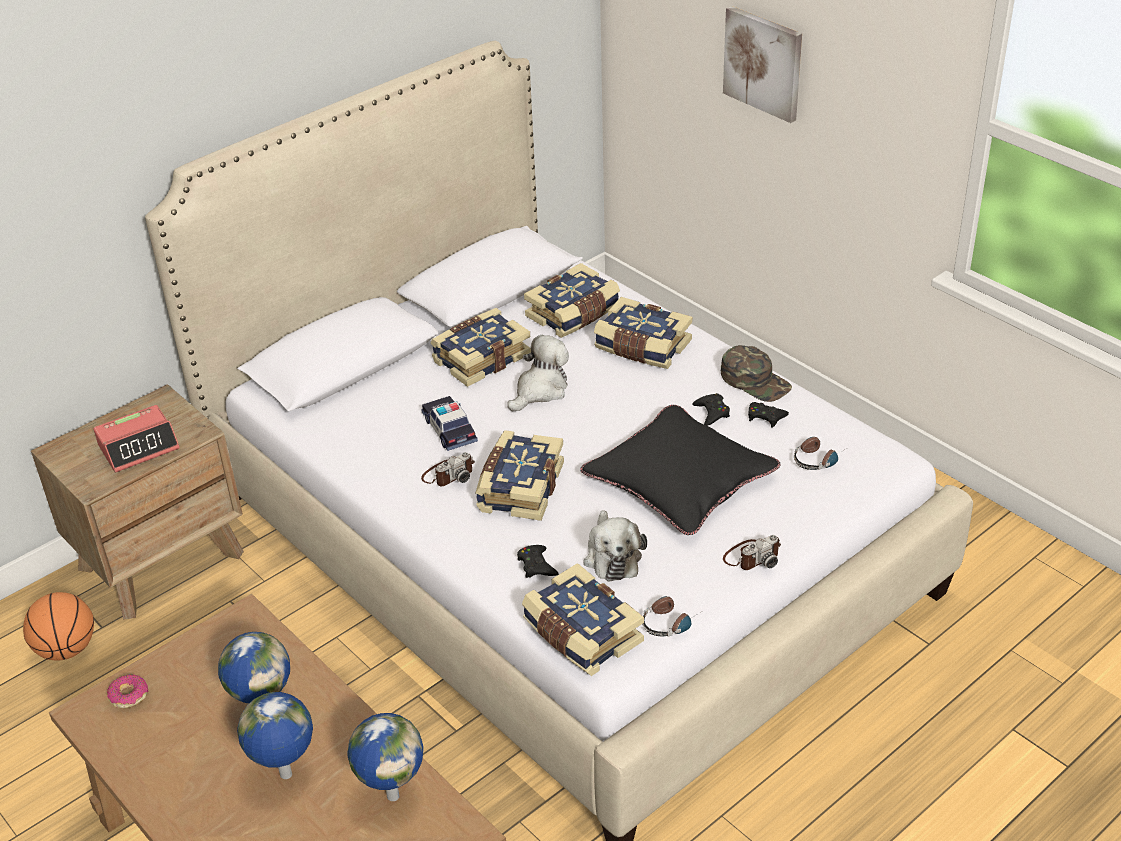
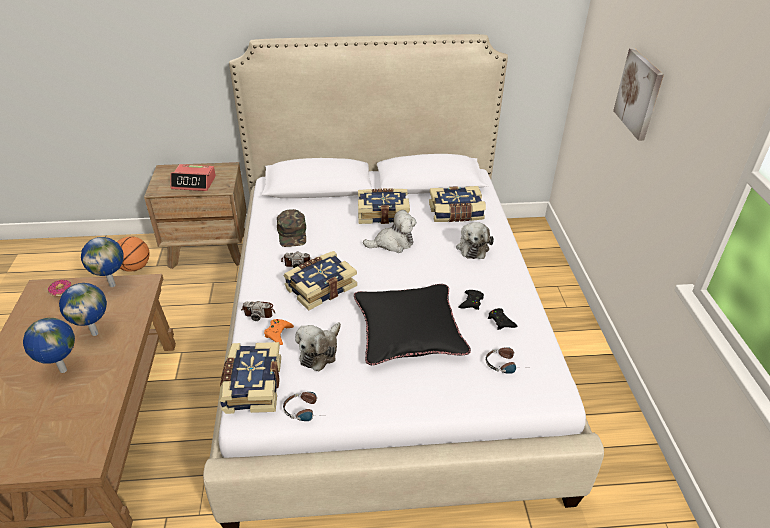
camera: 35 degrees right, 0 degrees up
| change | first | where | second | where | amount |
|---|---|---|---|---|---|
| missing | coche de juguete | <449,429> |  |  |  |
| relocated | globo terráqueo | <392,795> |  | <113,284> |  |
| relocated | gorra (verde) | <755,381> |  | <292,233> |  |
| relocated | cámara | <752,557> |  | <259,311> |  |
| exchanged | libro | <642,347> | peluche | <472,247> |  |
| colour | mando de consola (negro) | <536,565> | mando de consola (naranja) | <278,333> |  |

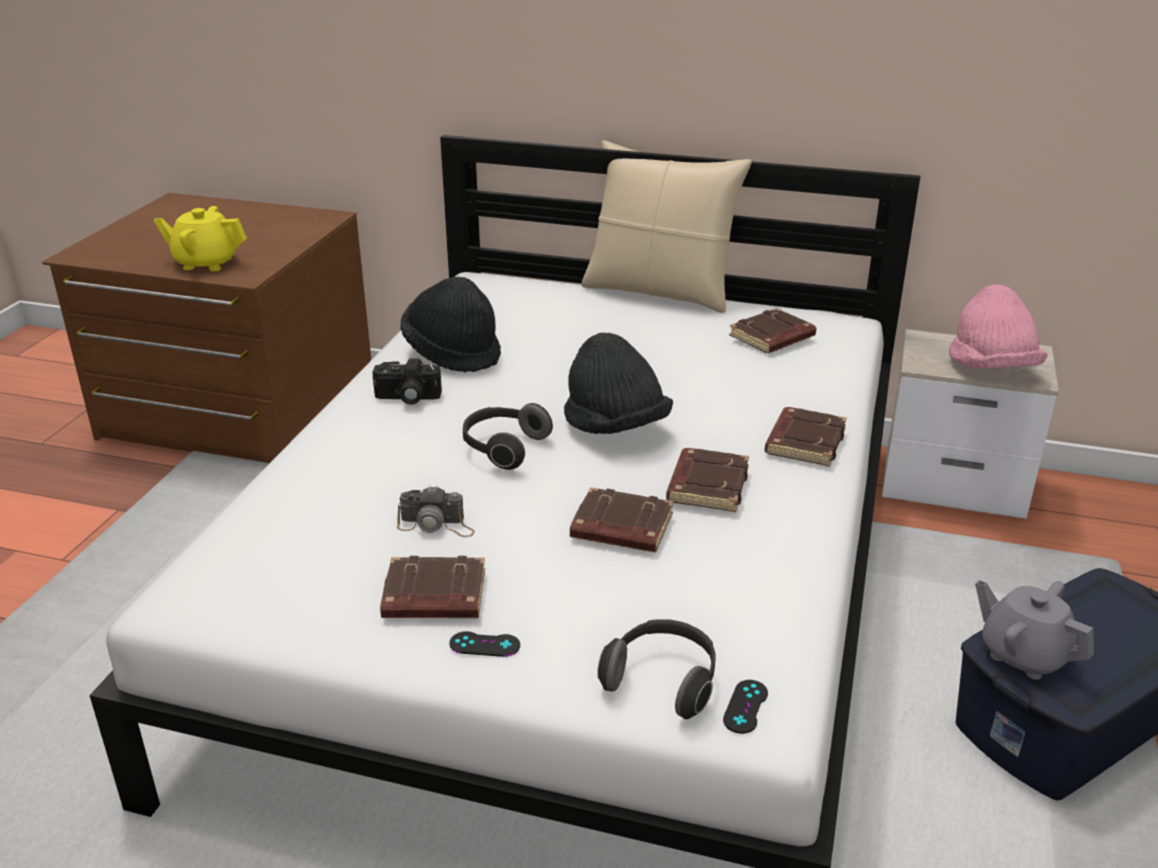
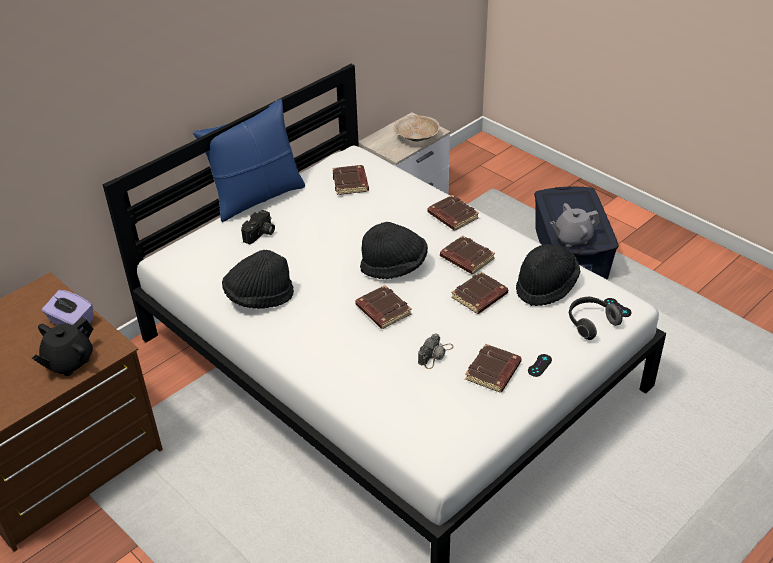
camera: 60 degrees left, 10 degrees up
| change | first | where | second | where | amount |
|---|---|---|---|---|---|
| appeared |  |  | caja de pañuelos (morado) | <71,322> |  |
| appeared |  |  | sombrero (negro) | <546,287> |  |
| relocated | cámara | <407,398> |  | <260,234> |  |
| exchanged | auriculares | <503,448> | libro (marrón) | <382,310> |  |
| exchanged | sombrero (rosa) | <991,368> | cuenco (beis) | <416,137> |  |
| colour | tetera (amarillo) | <206,263> | tetera (negro) | <69,362> |  |
| colour | cojín (beis) | <659,291> | cojín (azul) | <257,197> |  |

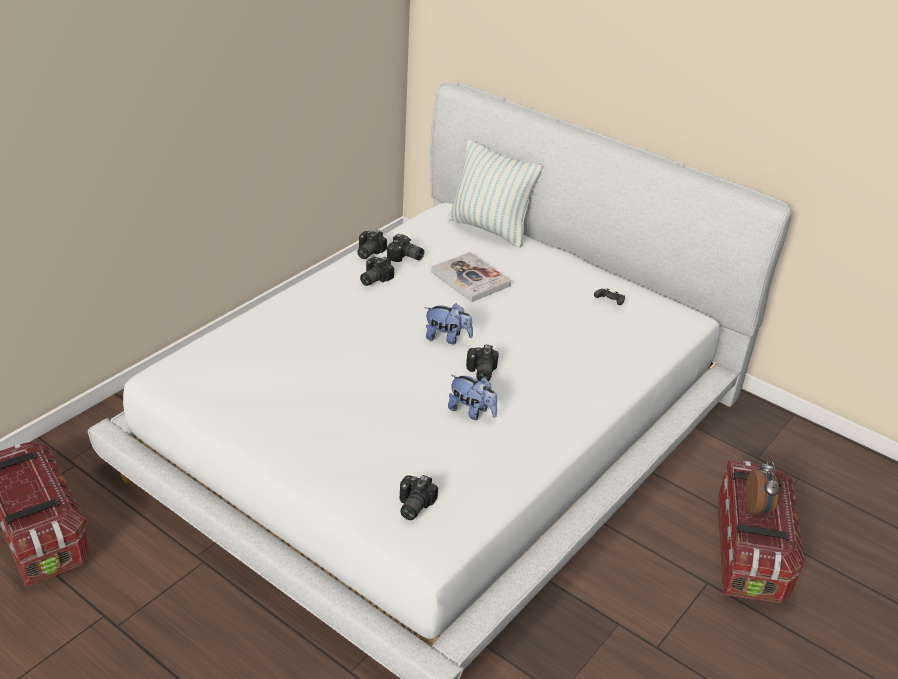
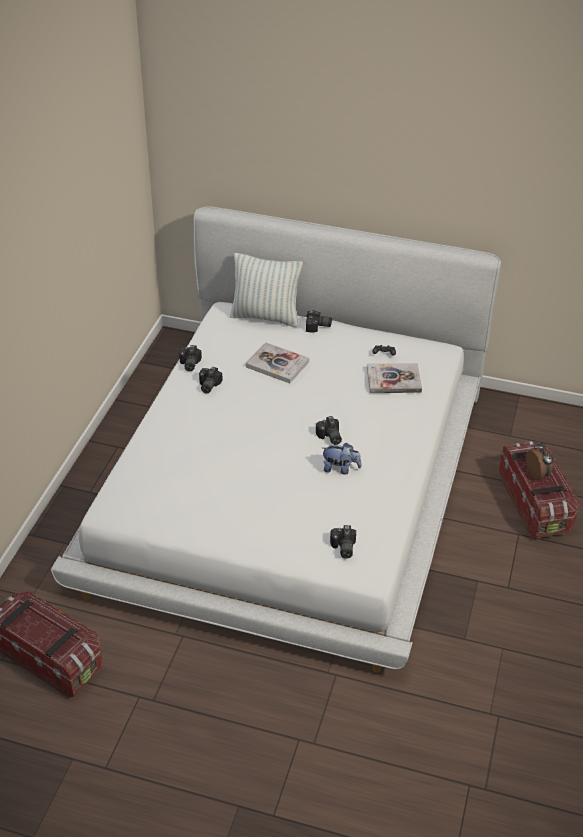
camera: 20 degrees left, 5 degrees up
| change | first | where | second | where | amount |
|---|---|---|---|---|---|
| missing | peluche | <447,338> |  |  |  |
| appeared |  |  | libro | <393,380> |  |
| relocated | cámara | <405,257> |  | <318,327> |  |

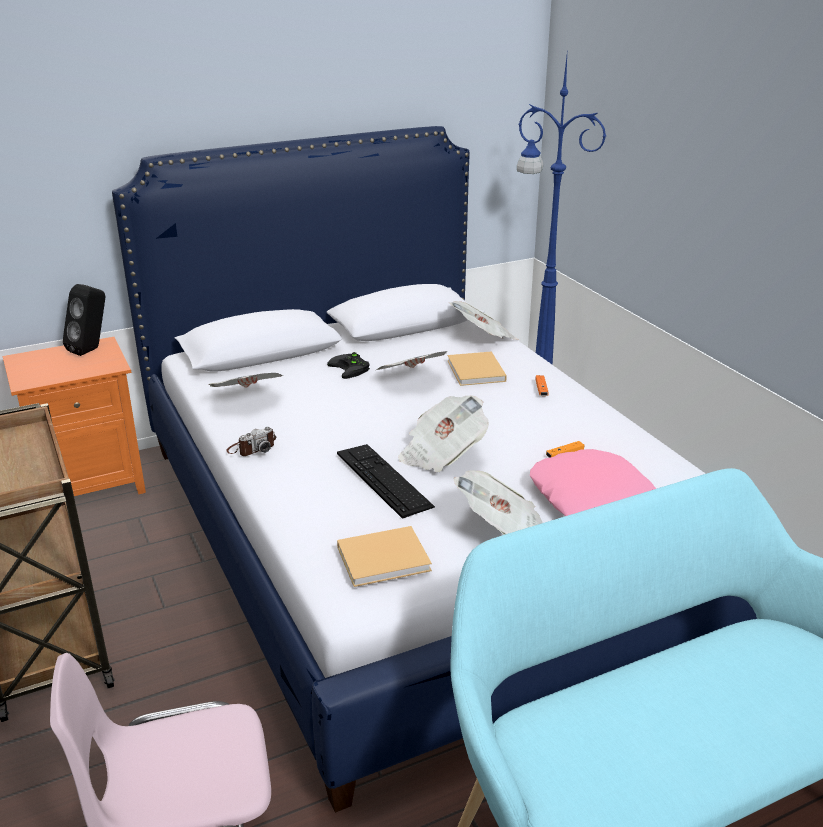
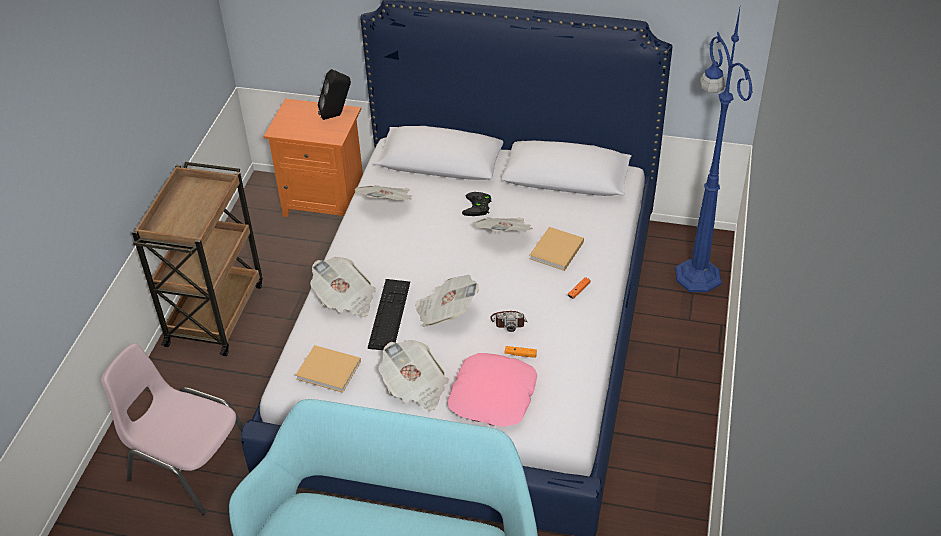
camera: 40 degrees right, 15 degrees up
| change | first | where | second | where | amount |
|---|---|---|---|---|---|
| relocated | cámara | <252,448> |  | <509,321> |  |
| relocated | periódico | <483,338> |  | <345,299> |  |

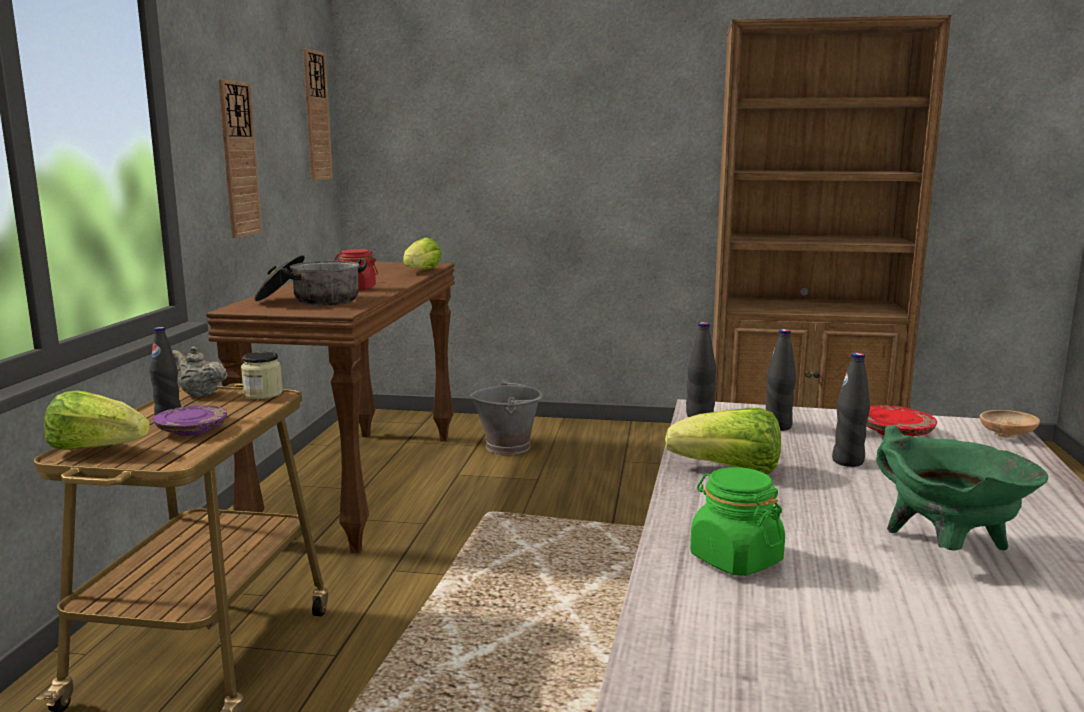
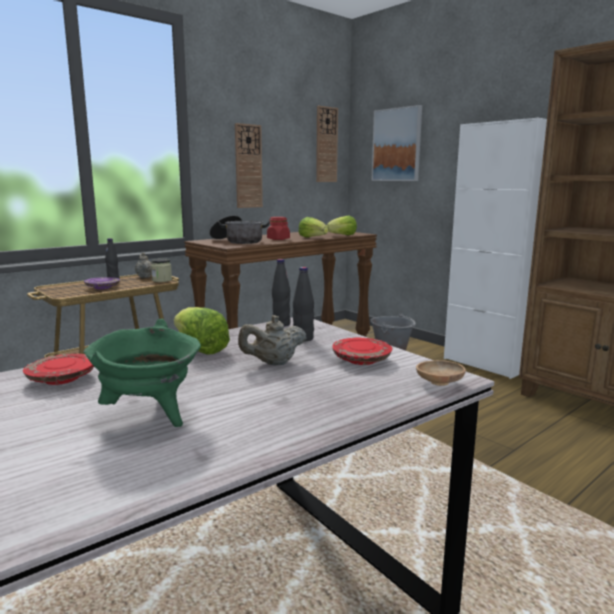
camera: 40 degrees right, 0 degrees up
| change | first | where | second | where | amount |
|---|---|---|---|---|---|
| appeared |  |  | cuadro | <397,145> |  |
| appeared |  |  | armario (blanco) | <484,364> |  |
| relocated | lechuga | <97,449> |  | <313,238> |  |
| exchanged | tarro (verde) | <735,559> | plato (rojo) | <61,379> |  |
| exchanged | botella (negro) | <848,461> | tetera (beis) | <273,363> |  |

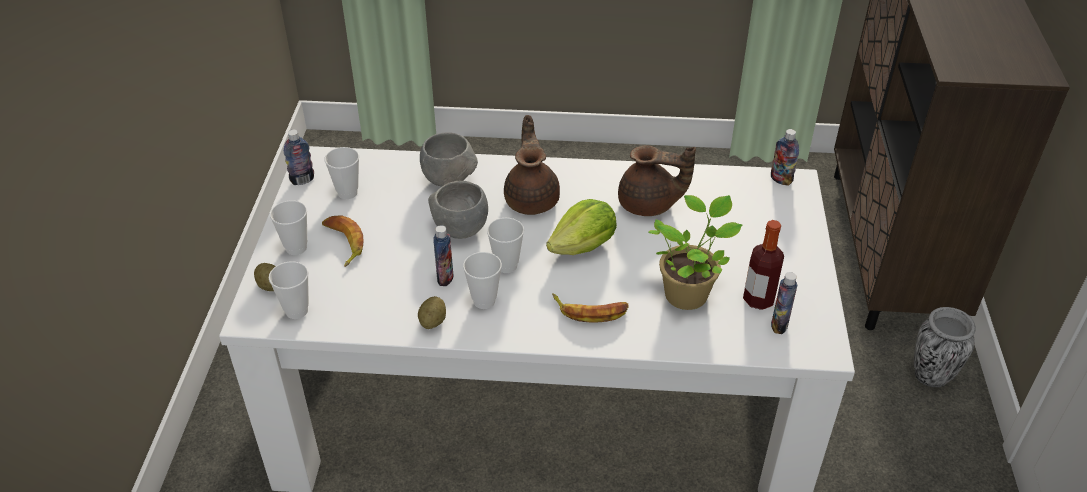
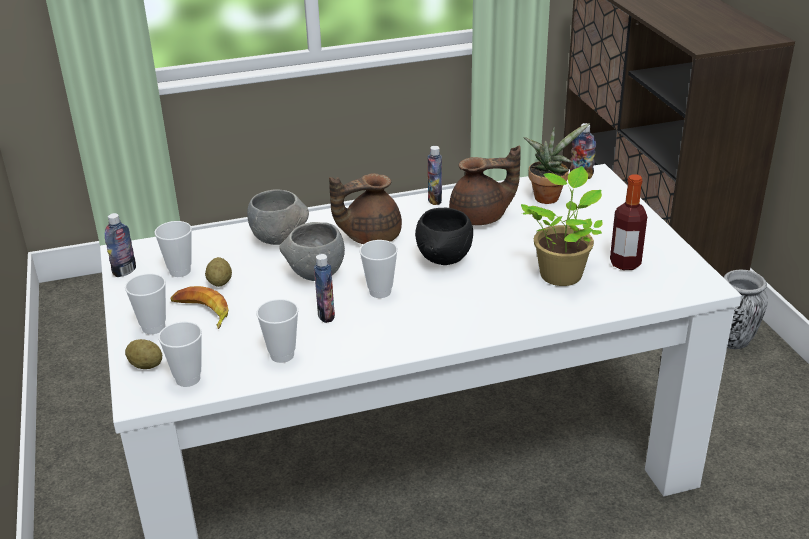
camera: 20 degrees left, 10 degrees down
| change | first | where | second | where | amount |
|---|---|---|---|---|---|
| missing | plátano | <590,311> |  |  |  |
| appeared |  |  | planta en maceta | <548,196> |  |
| relocated | patata | <433,321> |  | <220,282> |  |
| relocated | taza | <484,301> |  | <282,355> |  |
| relocated | botella | <779,325> |  | <435,200> |  |
| exchanged | lechuga | <584,247> | cuenco (negro) | <443,261> |  |
| spun | tetera (marrón) | <532,199> |  | <369,236> | 90 degrees counterclockwise |

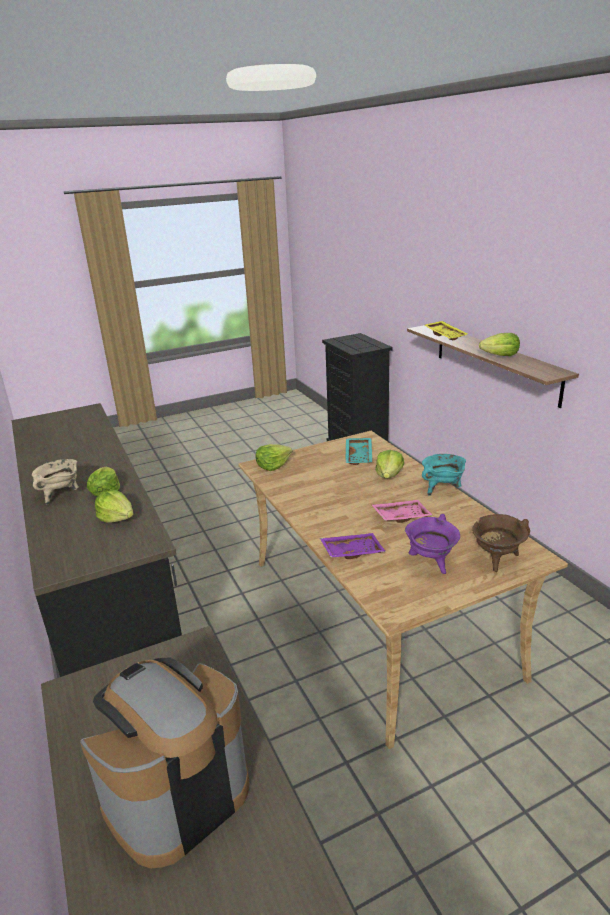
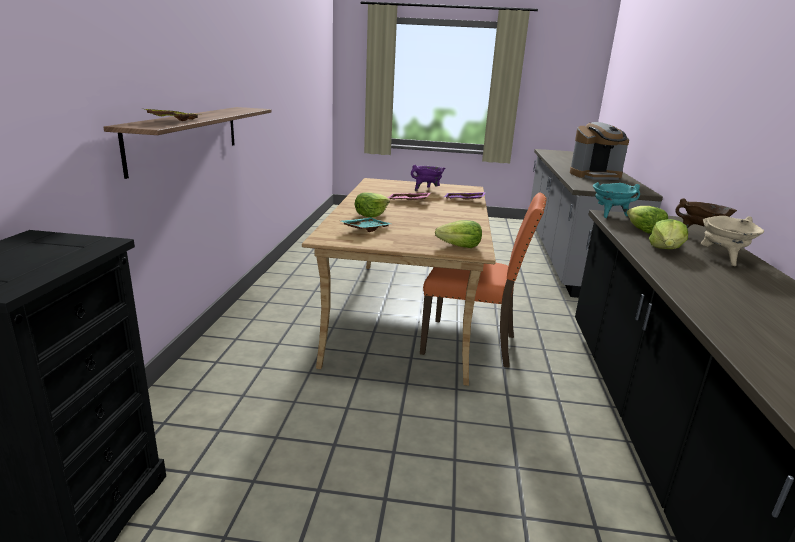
camera: 150 degrees left, 5 degrees down
| change | first | where | second | where | amount |
|---|---|---|---|---|---|
| missing | lechuga | <500,355> |  |  |  |
| appeared |  |  | silla (naranja) | <471,344> |  |
| relocated | olla (turquesa) | <442,489> |  | <609,215> |  |
| relocated | olla (marrón) | <497,559> |  | <699,237> |  |

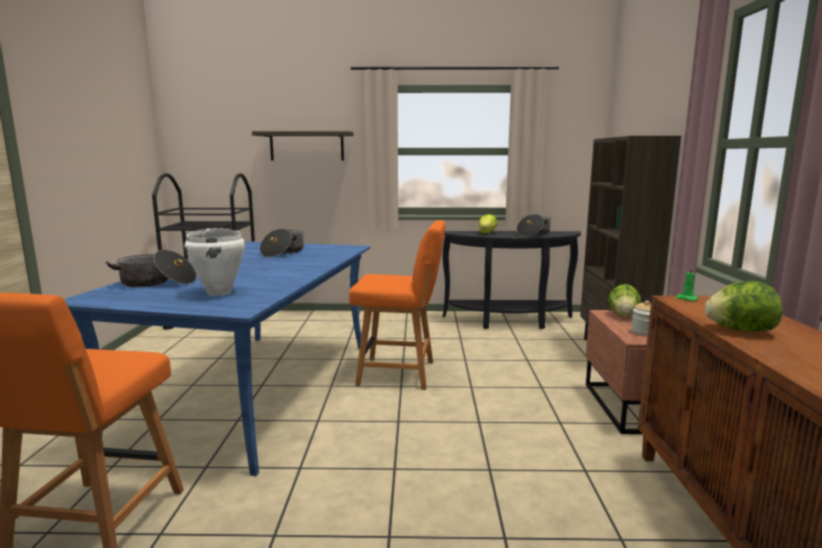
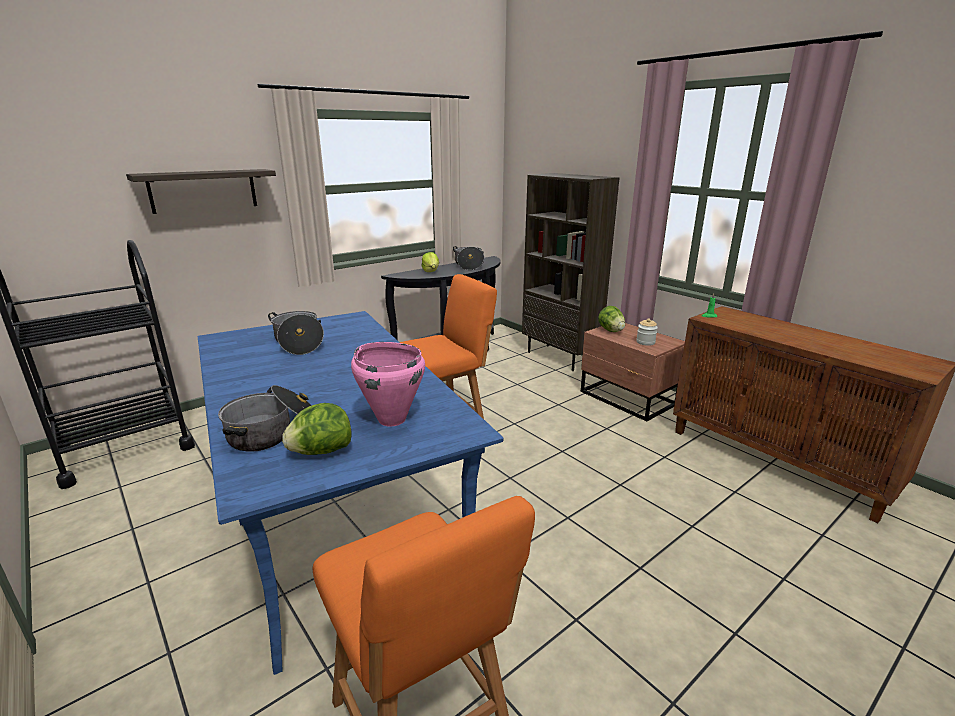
camera: 40 degrees left, 10 degrees up
| change | first | where | second | where | amount |
|---|---|---|---|---|---|
| relocated | lechuga | <740,330> |  | <321,451> |  |
| colour | olla (blanco) | <219,293> | olla (rosa) | <392,419> |  |

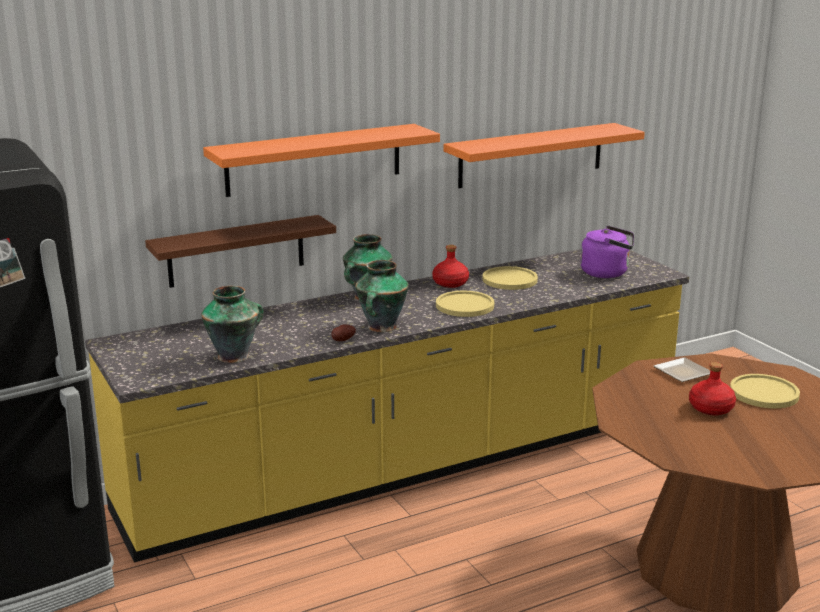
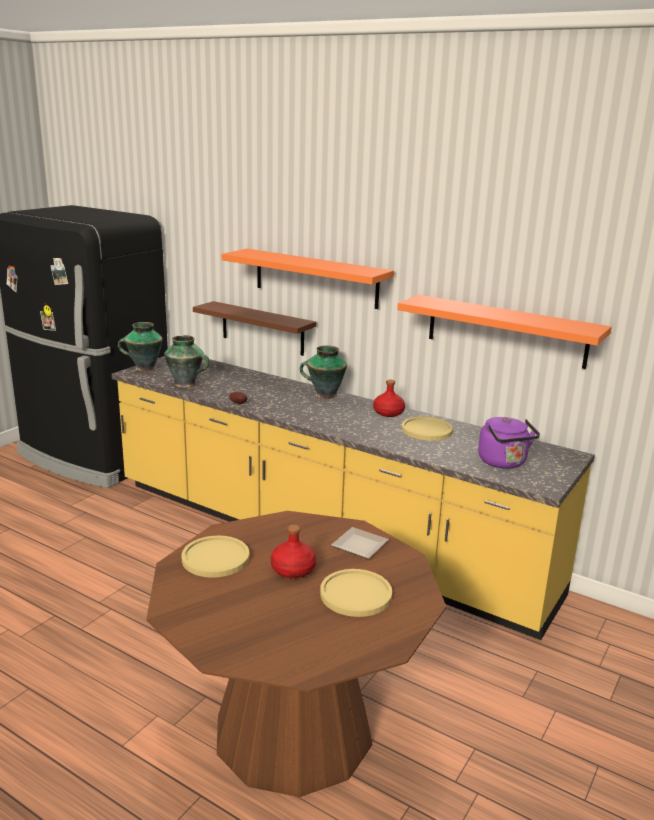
camera: 60 degrees right, 0 degrees up
| change | first | where | second | where | amount |
|---|---|---|---|---|---|
| relocated | florero | <381,327> |  | <144,368> |  |
| relocated | plato (amarillo) | <465,305> |  | <215,558> |  |

